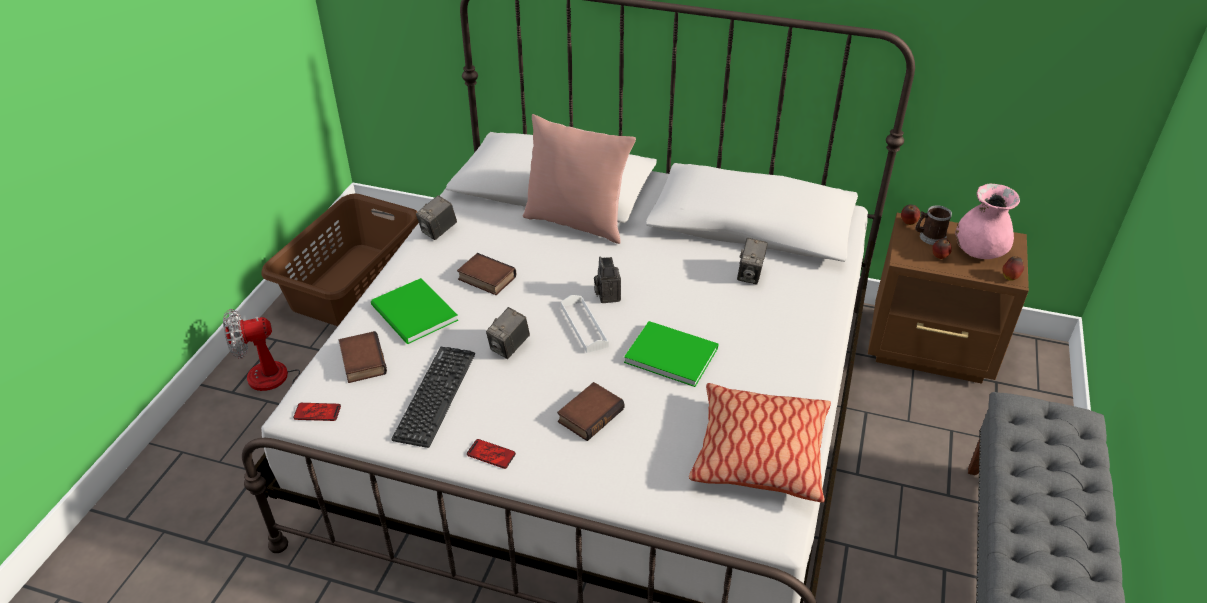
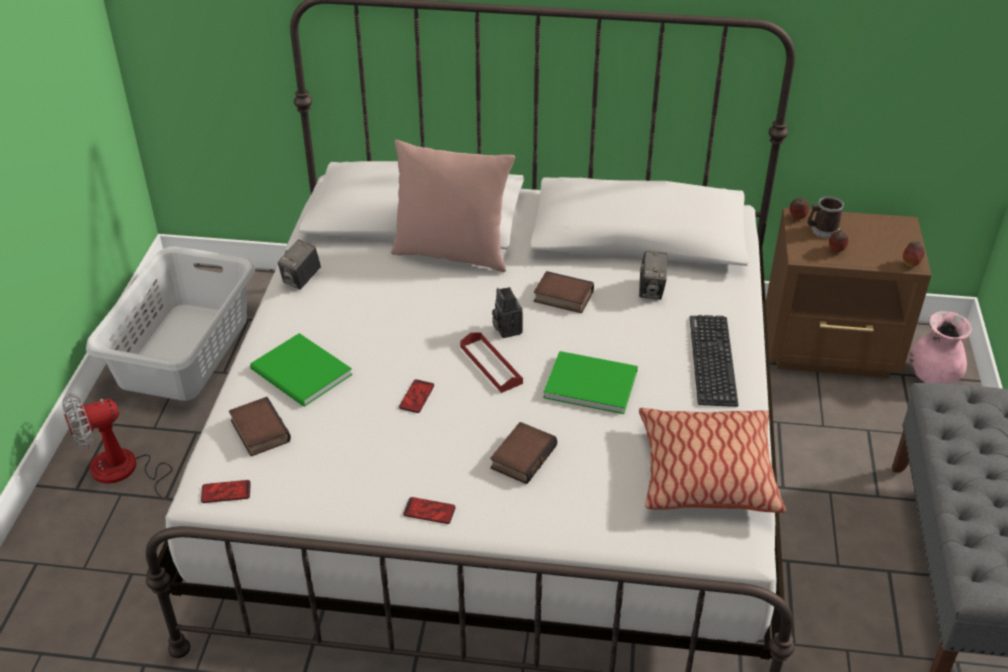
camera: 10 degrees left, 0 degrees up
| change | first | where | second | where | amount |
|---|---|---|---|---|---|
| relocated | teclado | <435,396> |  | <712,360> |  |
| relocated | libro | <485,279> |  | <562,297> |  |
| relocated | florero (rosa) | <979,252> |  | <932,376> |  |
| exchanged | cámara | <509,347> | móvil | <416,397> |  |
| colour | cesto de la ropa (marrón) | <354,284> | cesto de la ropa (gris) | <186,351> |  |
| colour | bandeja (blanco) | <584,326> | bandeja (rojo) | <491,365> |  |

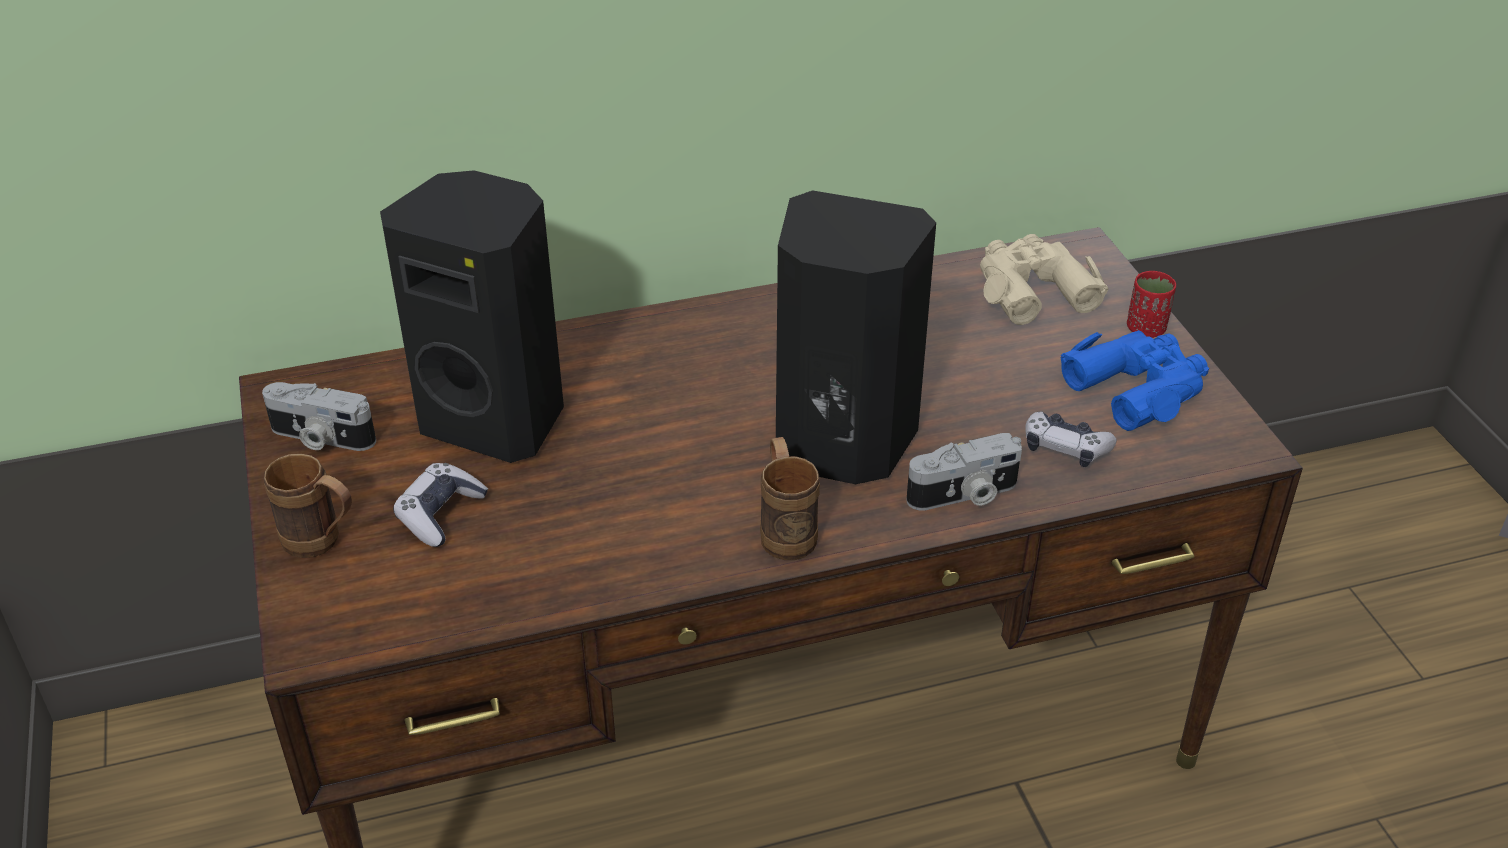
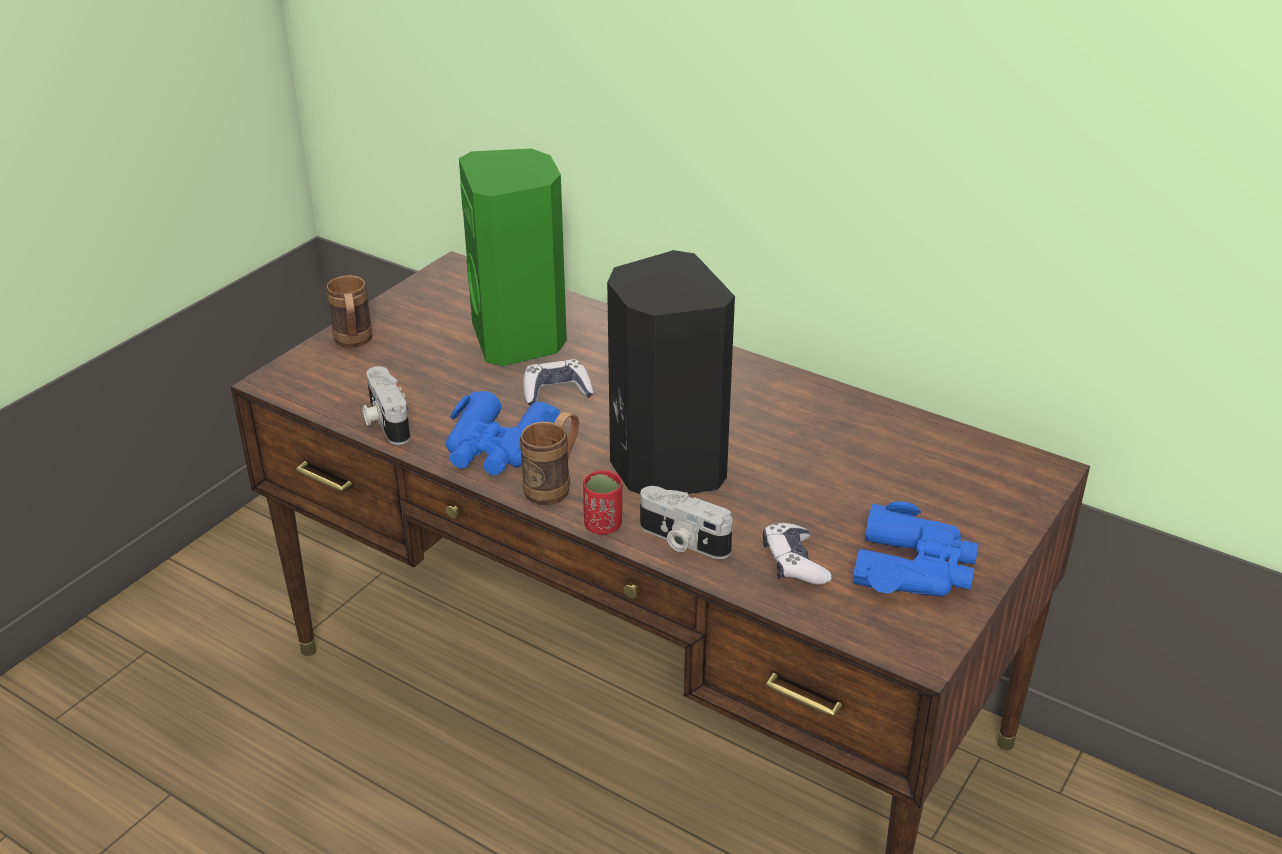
camera: 50 degrees right, 5 degrees down
| change | first | where | second | where | amount |
|---|---|---|---|---|---|
| missing | prismáticos (beis) | <1032,289> |  |  |  |
| appeared |  |  | prismáticos (azul) | <497,447> |  |
| relocated | cámara | <320,438> |  | <385,421> |  |
| relocated | mando de consola | <440,514> |  | <556,392> |  |
| relocated | taza (rojo) | <1146,329> |  | <603,525> |  |
| colour | altavoz (negro) | <496,419> | altavoz (verde) | <520,340> |  |

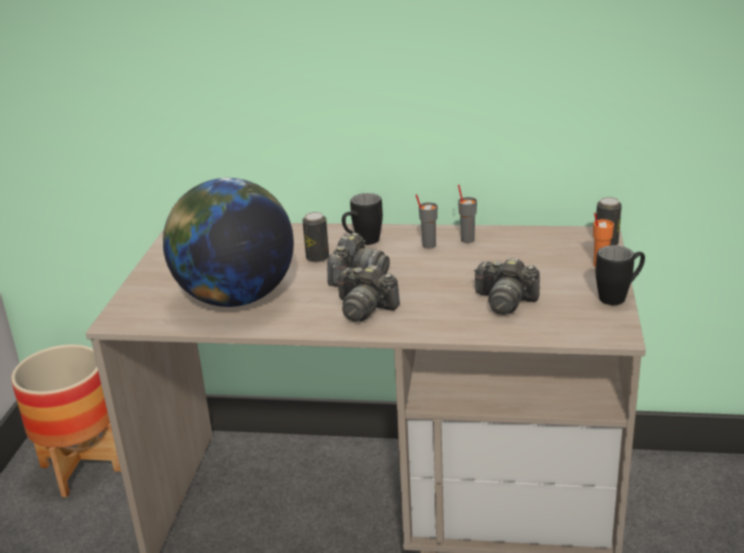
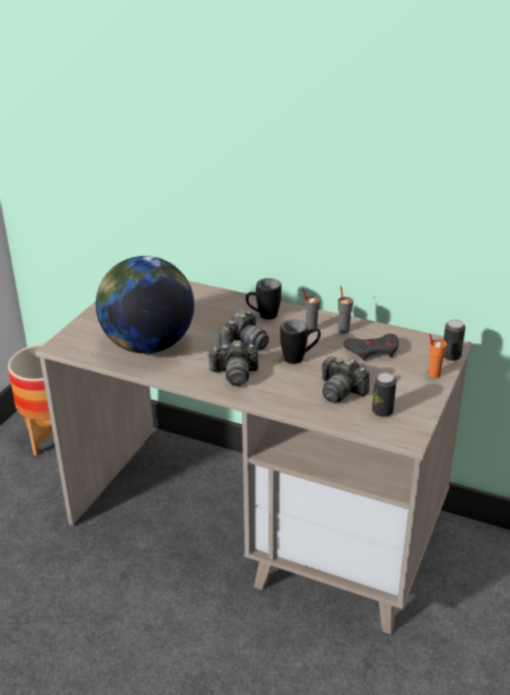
camera: 15 degrees right, 5 degrees up
| change | first | where | second | where | amount |
|---|---|---|---|---|---|
| appeared |  |  | mando de consola (gris) | <373,351> |  |
| relocated | lata | <317,258> |  | <382,411> |  |
| relocated | taza grande (negro) | <619,296> |  | <300,358> |  |
| spun | cámara | <365,308> |  | <234,374> | 45 degrees counterclockwise |

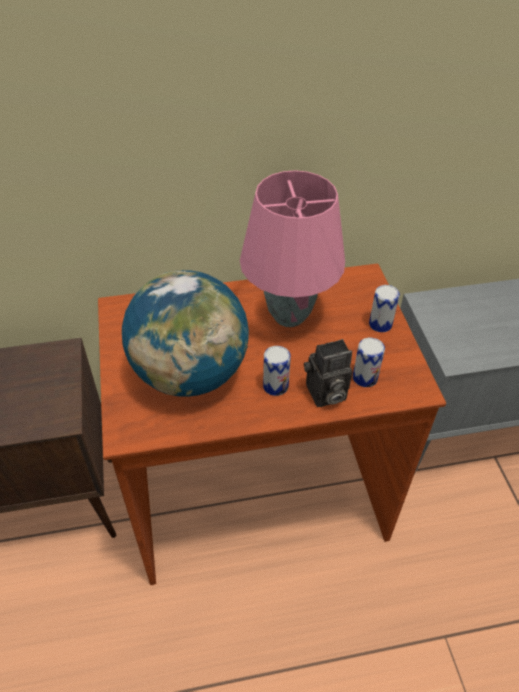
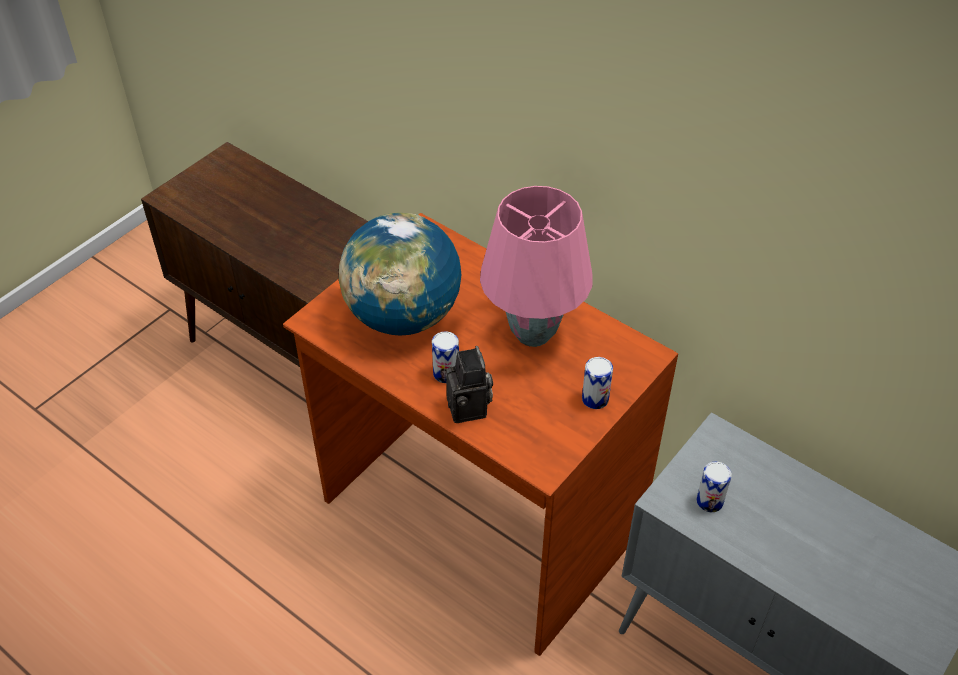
camera: 50 degrees right, 0 degrees up
| change | first | where | second | where | amount |
|---|---|---|---|---|---|
| relocated | lata | <365,377> |  | <709,501> |  |
| spun | cámara | <325,394> |  | <470,409> | 135 degrees counterclockwise |

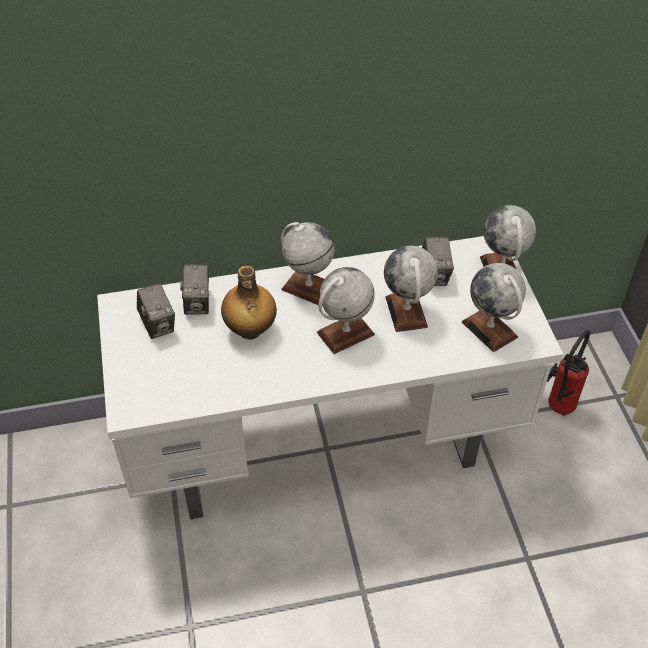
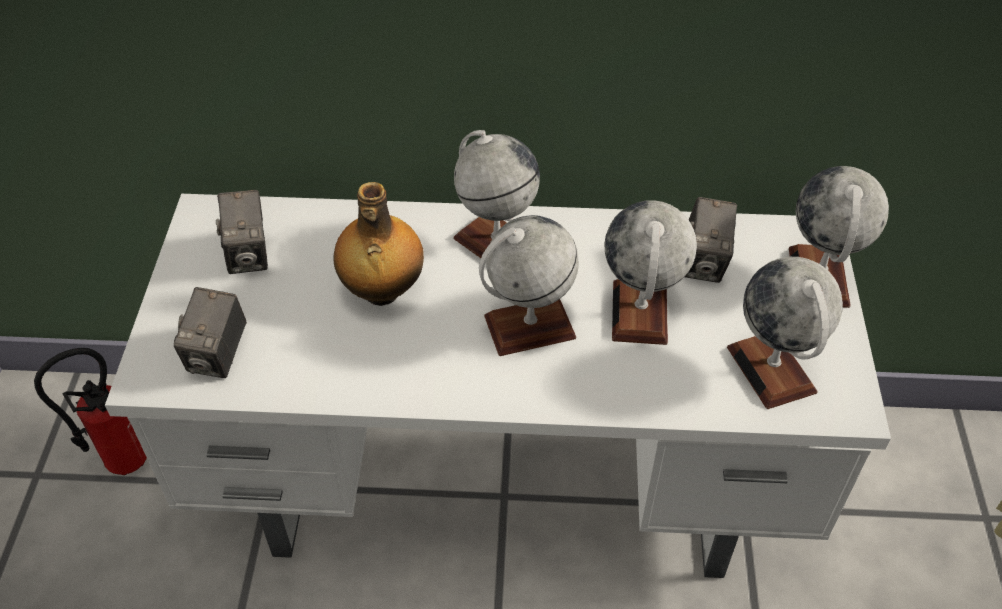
camera: 15 degrees right, 0 degrees up
| change | first | where | second | where | amount |
|---|---|---|---|---|---|
| relocated | cámara | <198,303> |  | <218,355> |  |
| relocated | extintor | <557,409> |  | <120,463> |  |

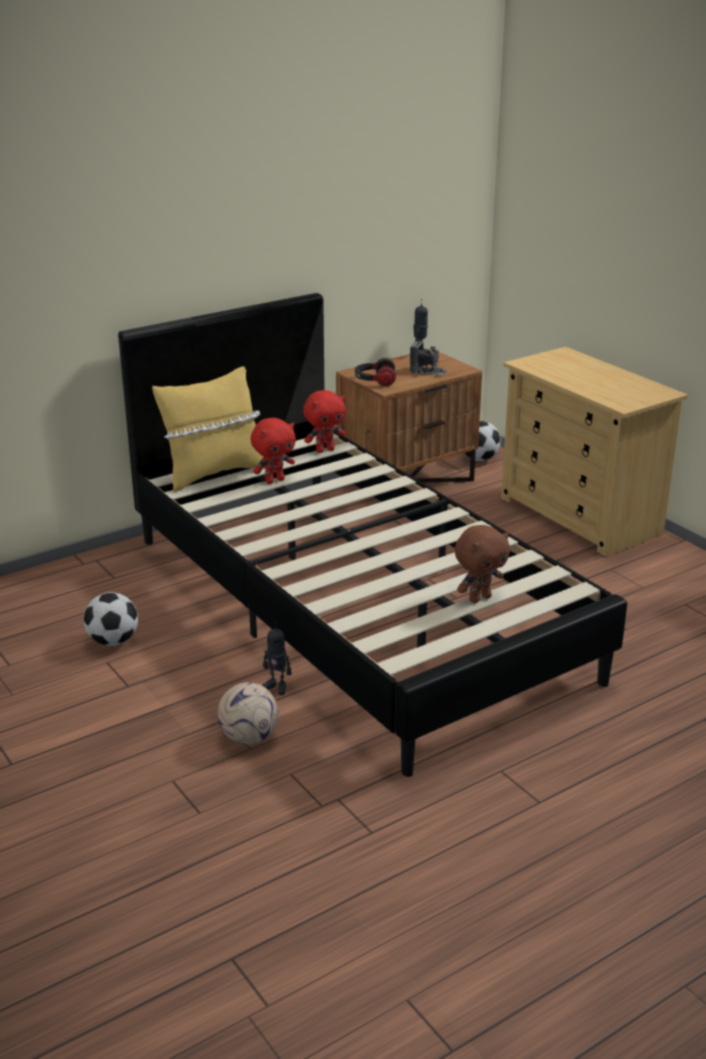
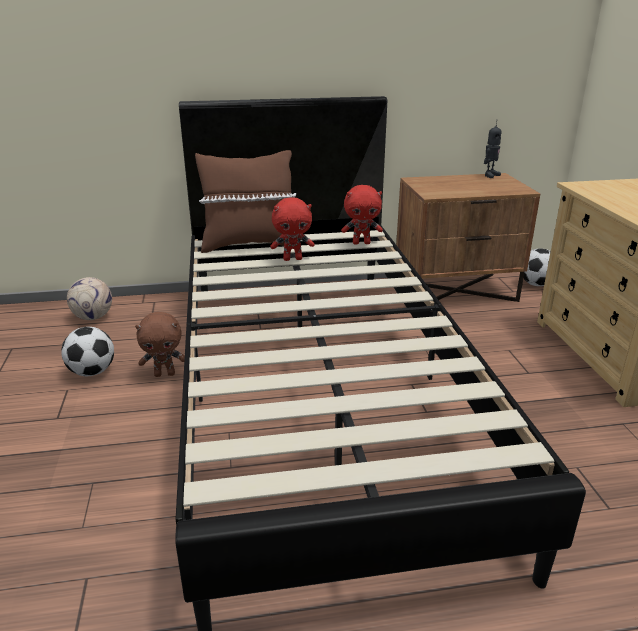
camera: 25 degrees right, 0 degrees up
| change | first | where | second | where | amount |
|---|---|---|---|---|---|
| missing | robot de juguete | <277,687> |  |  |  |
| missing | auriculares | <375,381> |  |  |  |
| missing | cámara | <428,371> |  |  |  |
| relocated | balón de fútbol | <248,737> |  | <93,317> |  |
| relocated | peluche (marrón) | <479,598> |  | <165,374> |  |
| colour | cojín (amarillo) | <214,474> | cojín (marrón) | <249,245> |  |

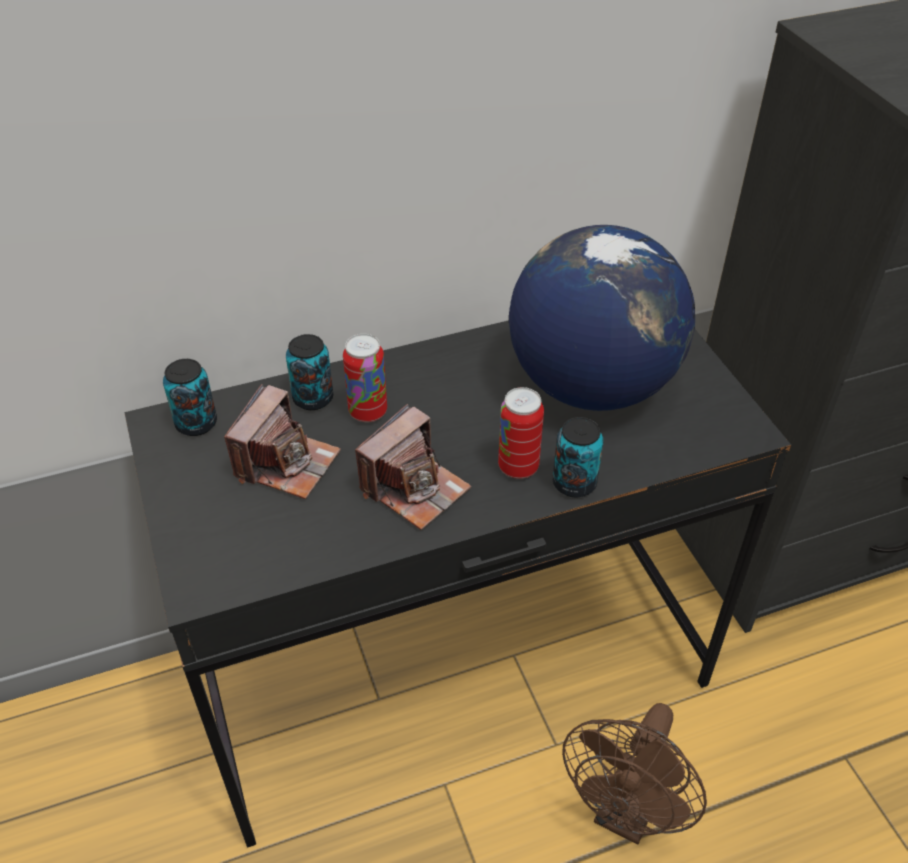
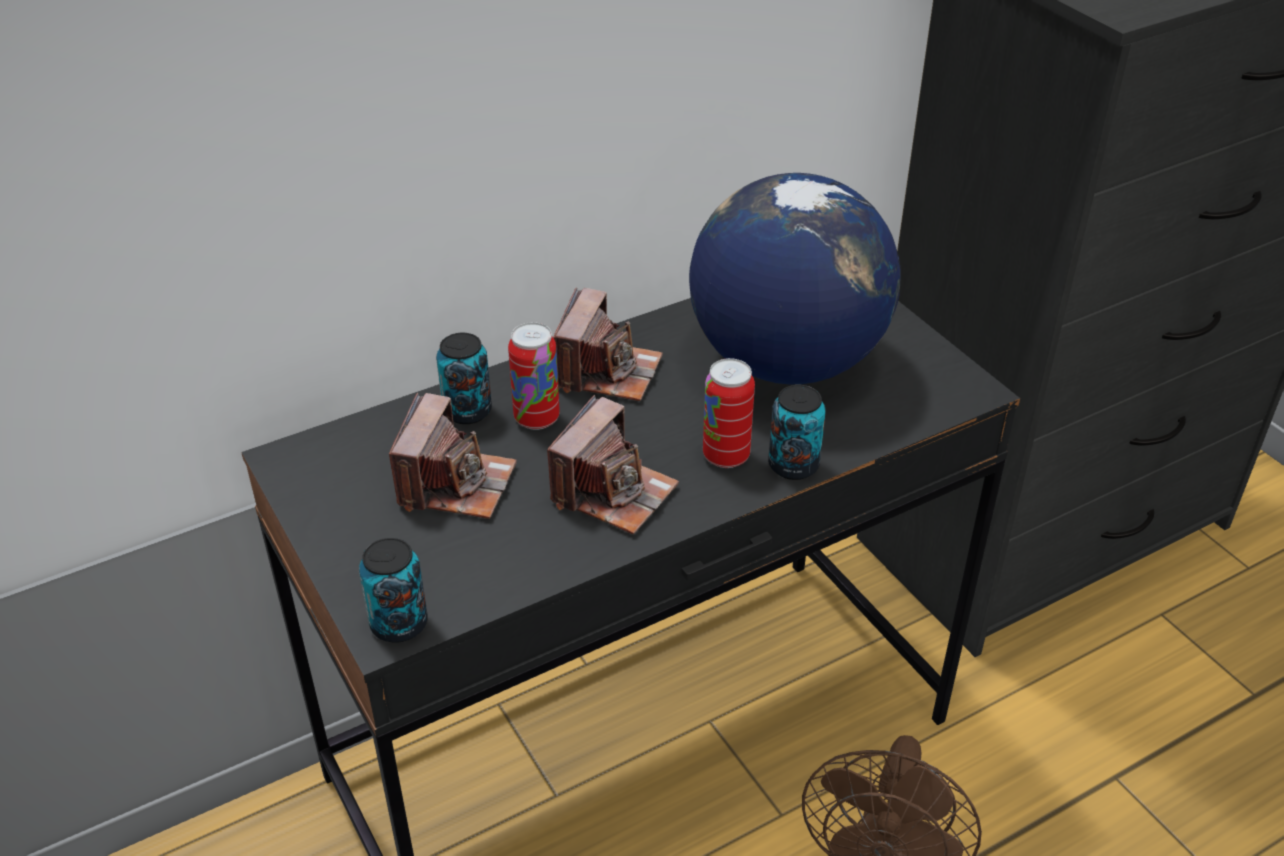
camera: 10 degrees left, 5 degrees down
| change | first | where | second | where | amount |
|---|---|---|---|---|---|
| appeared |  |  | cámara | <607,372> |  |
| relocated | lata | <196,423> |  | <399,624> |  |

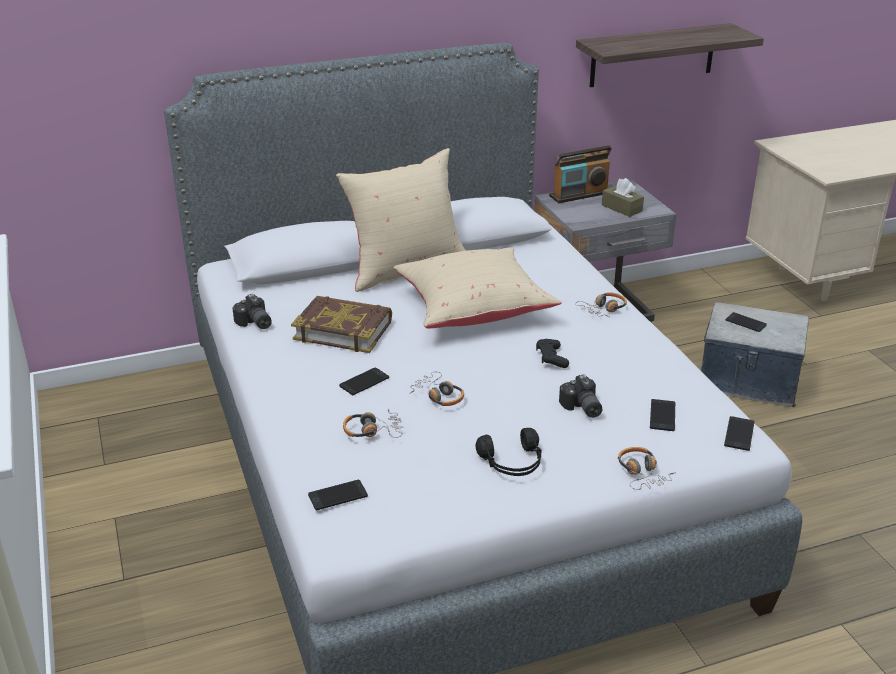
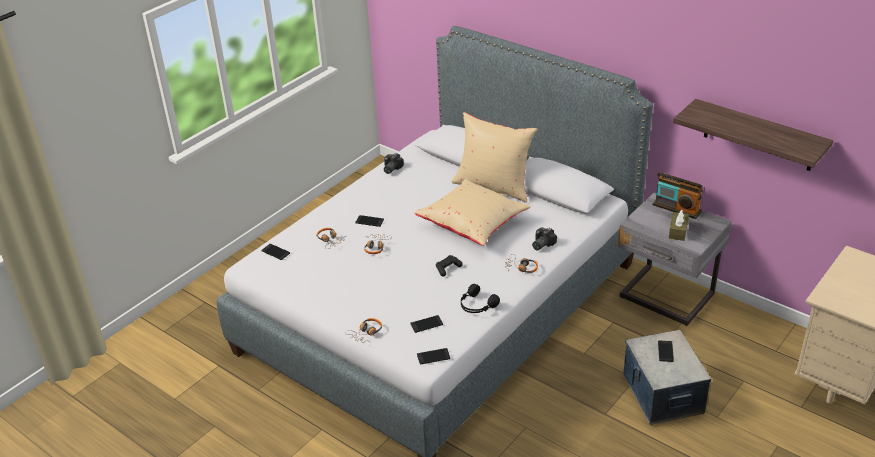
camera: 60 degrees right, 5 degrees up
| change | first | where | second | where | amount |
|---|---|---|---|---|---|
| missing | libro | <343,330> |  |  |  |
| relocated | auriculares (negro) | <513,463> |  | <476,306> |  |
| relocated | cámara | <581,408> |  | <541,244> |  |

